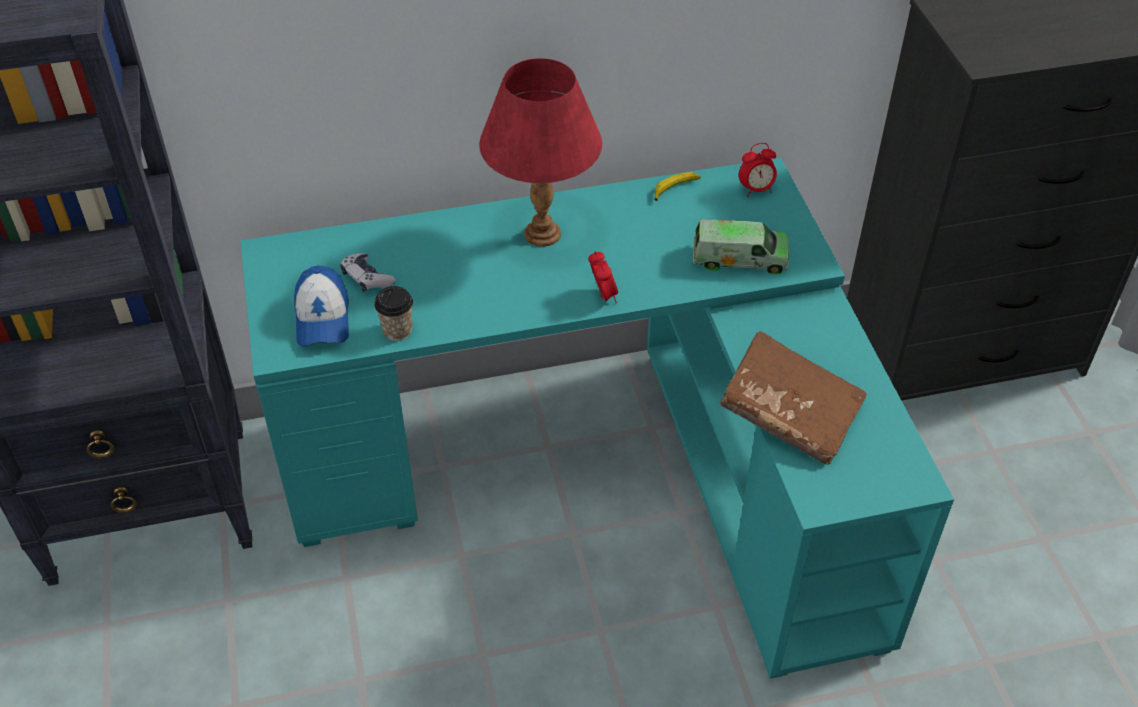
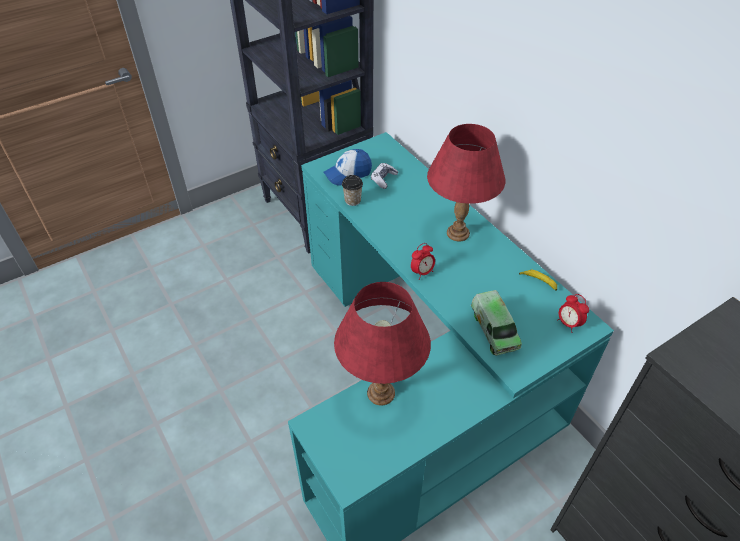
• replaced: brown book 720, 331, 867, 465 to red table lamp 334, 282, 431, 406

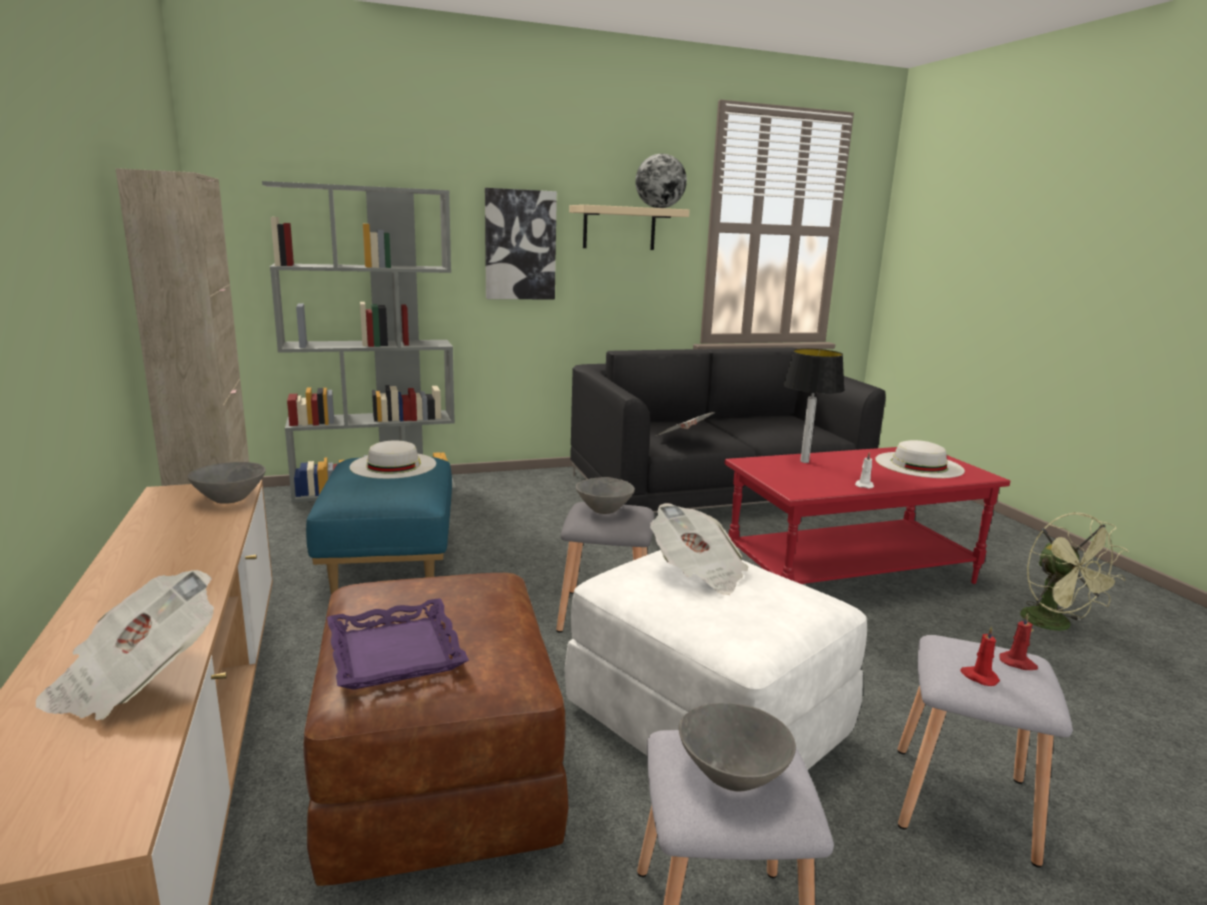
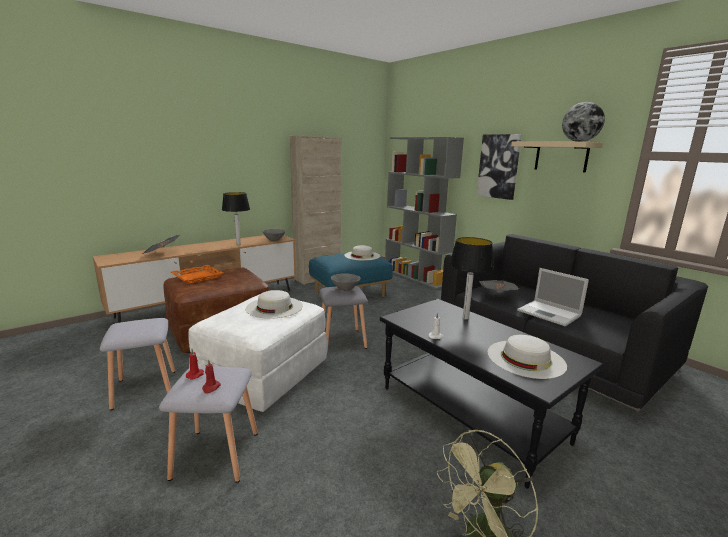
• removed: grey bowl 679, 703, 796, 792
• added: table lamp 222, 192, 250, 245
• added: laptop 517, 268, 589, 326
• replaced: newspaper 650, 503, 749, 595 to white hat 246, 290, 303, 319
• recoloured: purple tray 327, 598, 469, 690 to orange tray 171, 265, 223, 284
• recoloured: red coffee table 725, 447, 1010, 584 to black coffee table 380, 299, 604, 488

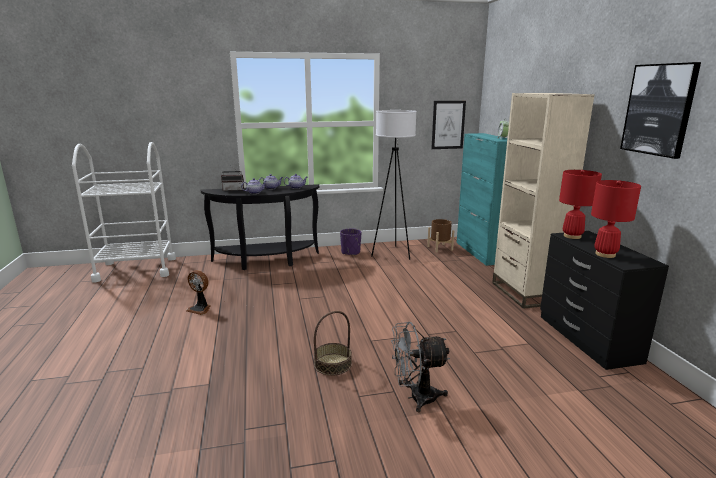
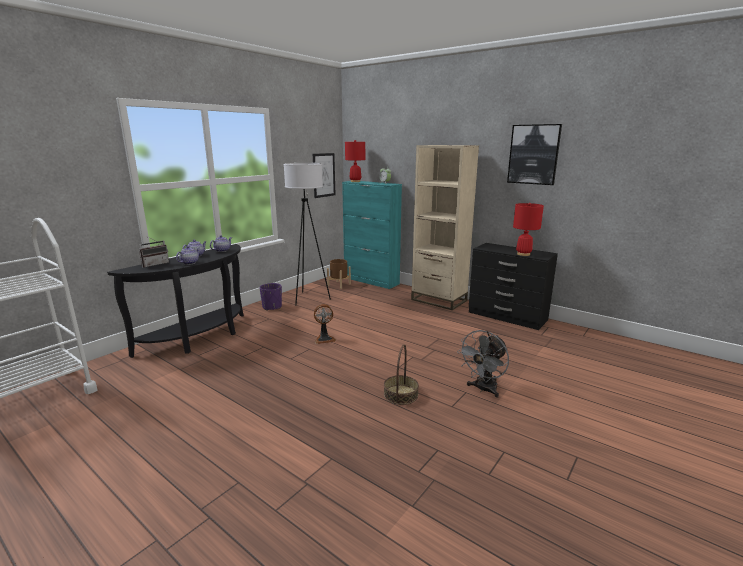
• moved: fan 186, 270, 211, 315 to 314, 304, 336, 344
• moved: red table lamp 559, 170, 602, 239 to 345, 140, 365, 182

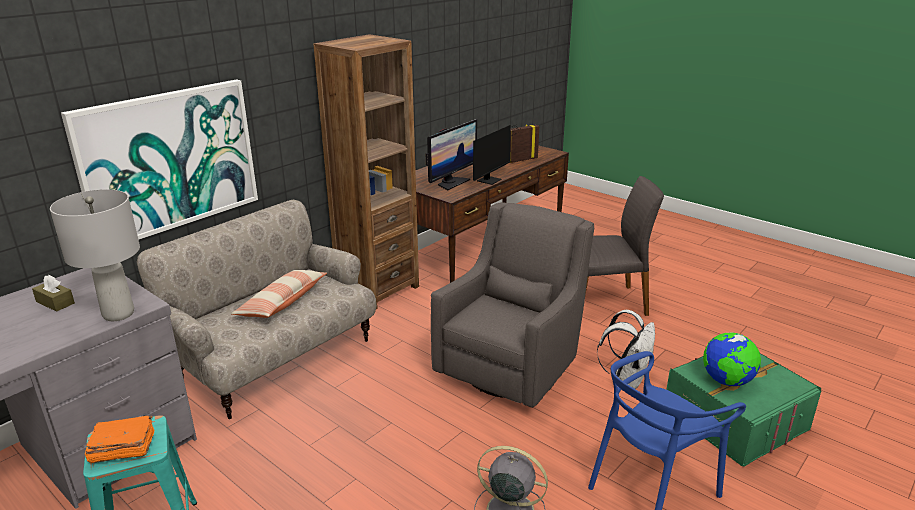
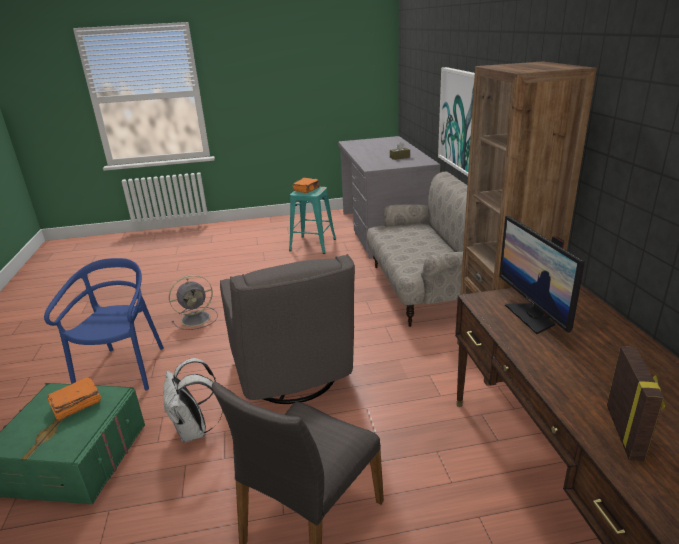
• removed: grey table lamp 50, 189, 140, 321
• removed: pillow 231, 270, 327, 318
• removed: monitor 473, 124, 521, 185
• replaced: globe 703, 333, 761, 386 to orange book 47, 377, 101, 421

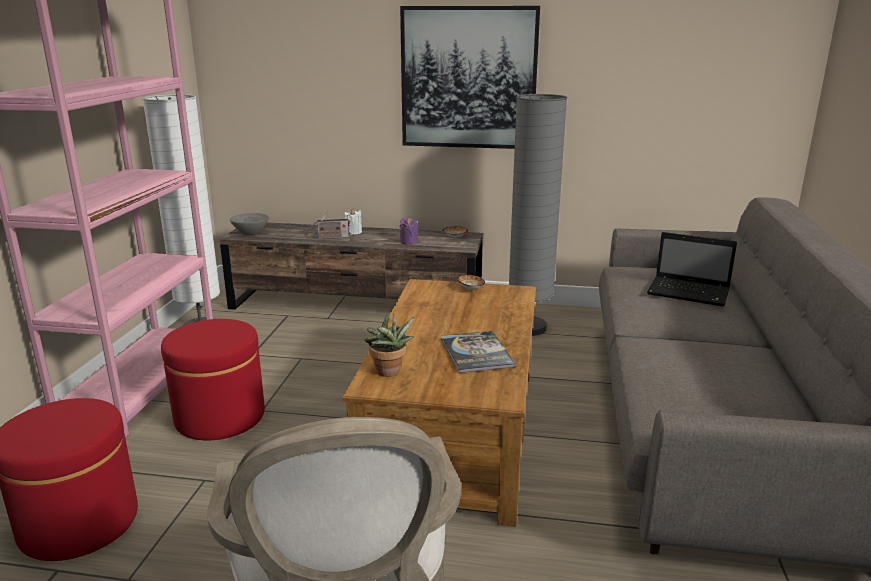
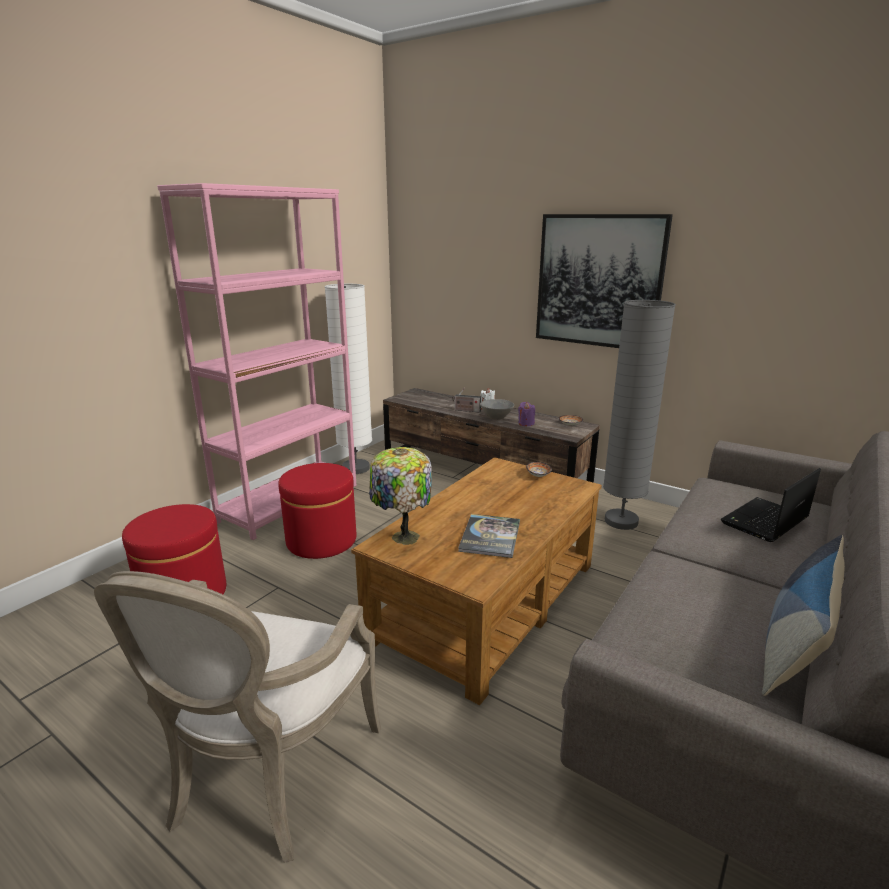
• added: pillow 762, 535, 845, 696
• moved: grey bowl 230, 213, 269, 235 to 480, 399, 514, 420
• replaced: potted plant 364, 313, 414, 377 to table lamp 369, 447, 432, 545
• turned: laptop 647, 232, 737, 307 = 721, 468, 821, 542 90 degrees clockwise

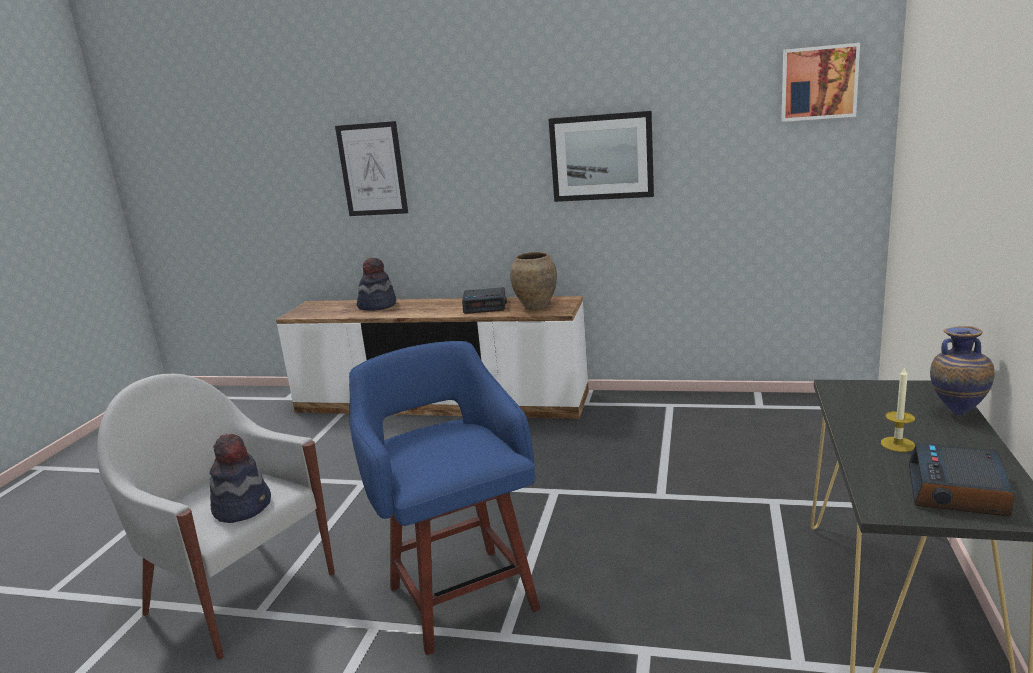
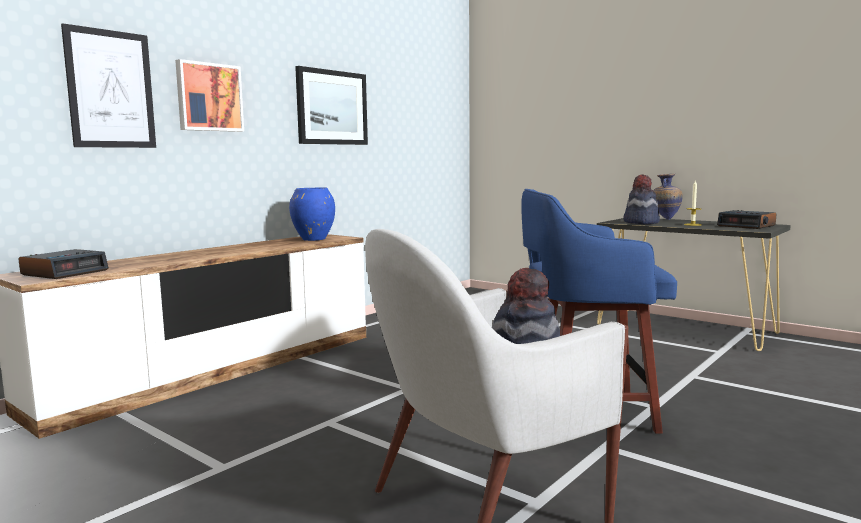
• moved: hat 357, 258, 396, 311 to 624, 175, 660, 224
• moved: alarm clock 462, 287, 507, 314 to 18, 249, 109, 279
• moved: picture 781, 43, 860, 122 to 175, 59, 244, 132
• recoloured: brown vase 510, 252, 557, 310 to blue vase 289, 187, 335, 241

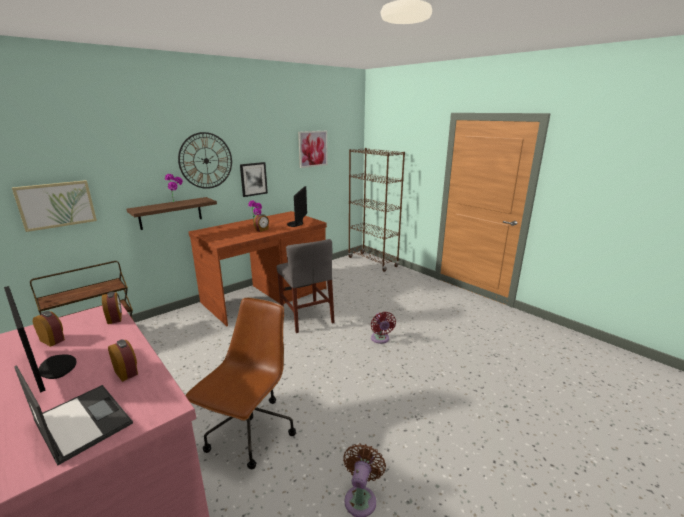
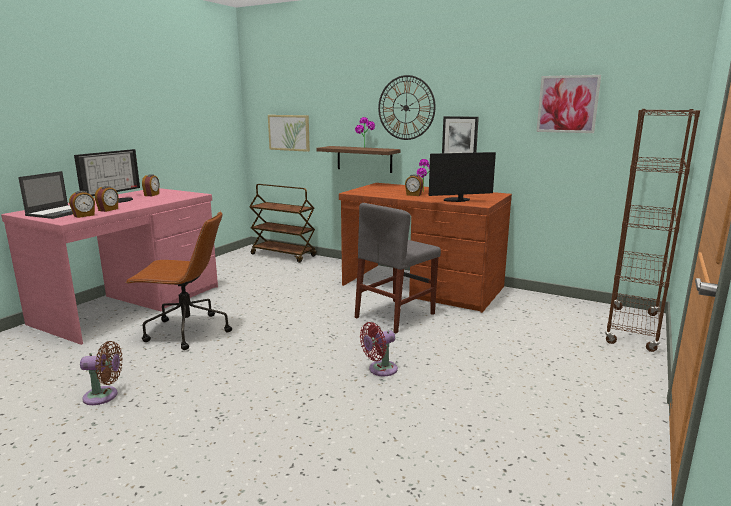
• moved: alarm clock 102, 292, 122, 324 to 69, 191, 95, 218

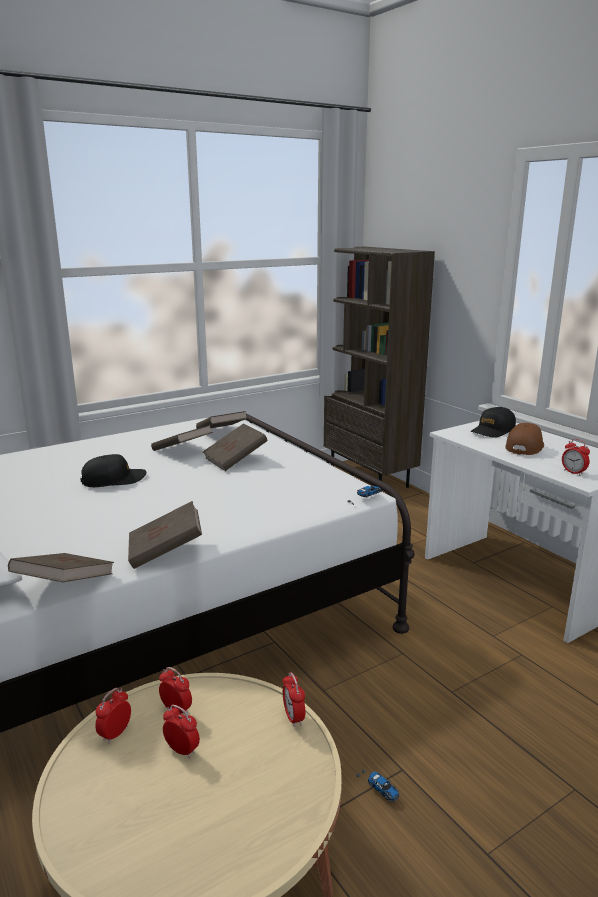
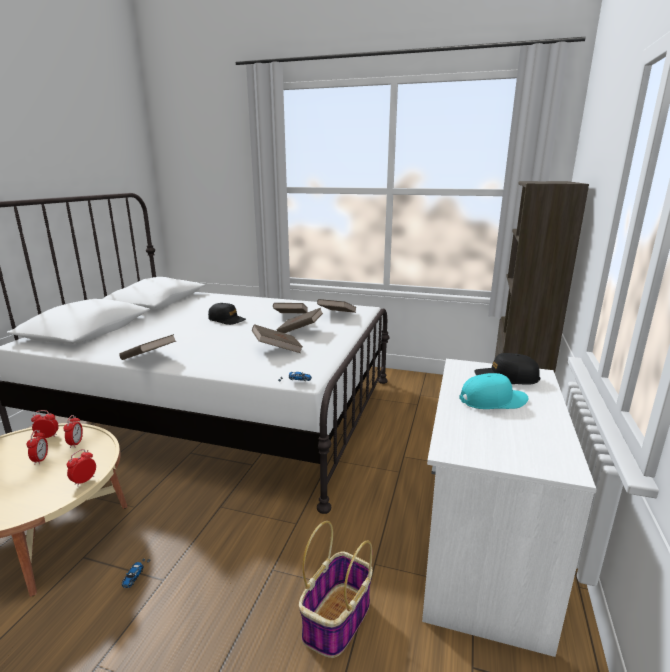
• removed: alarm clock 562, 439, 590, 476
• added: basket 299, 521, 373, 658
• moved: brown book 8, 553, 114, 582 to 252, 324, 303, 353
• recoloured: brown cap 505, 423, 544, 455 to turquoise cap 459, 373, 529, 409

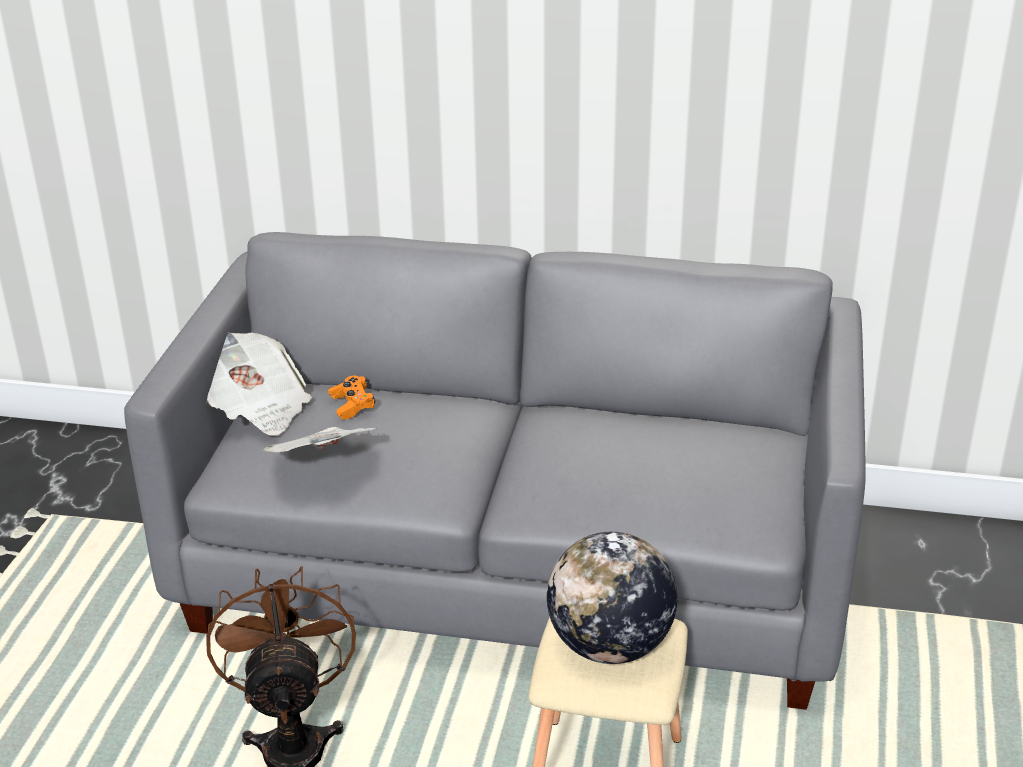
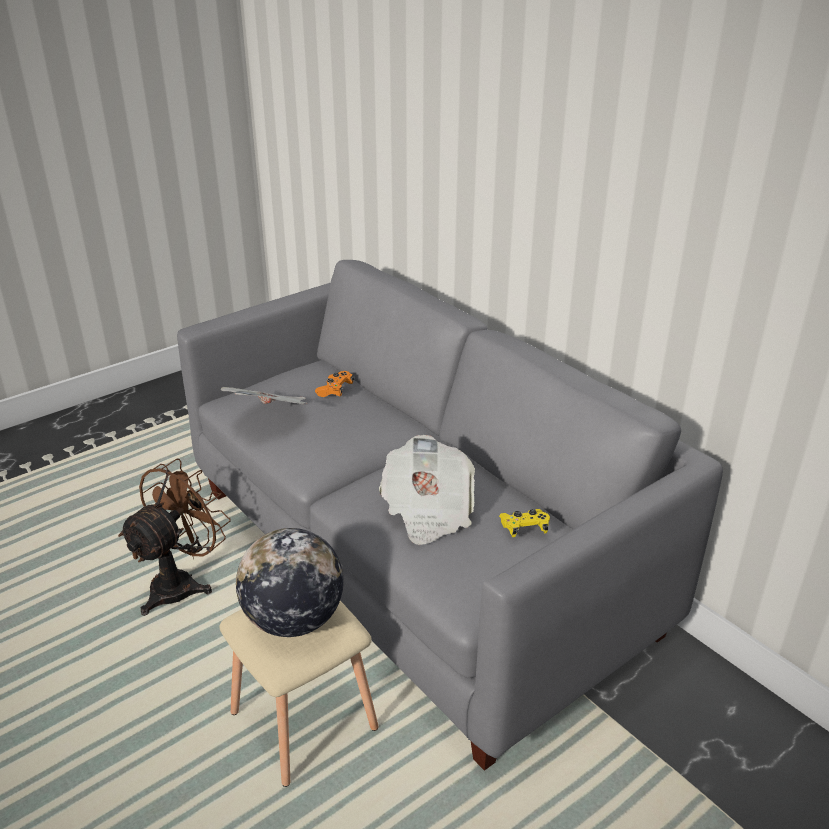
• added: yellow game controller 499, 509, 550, 537
• moved: newspaper 206, 333, 312, 436 to 379, 435, 475, 545

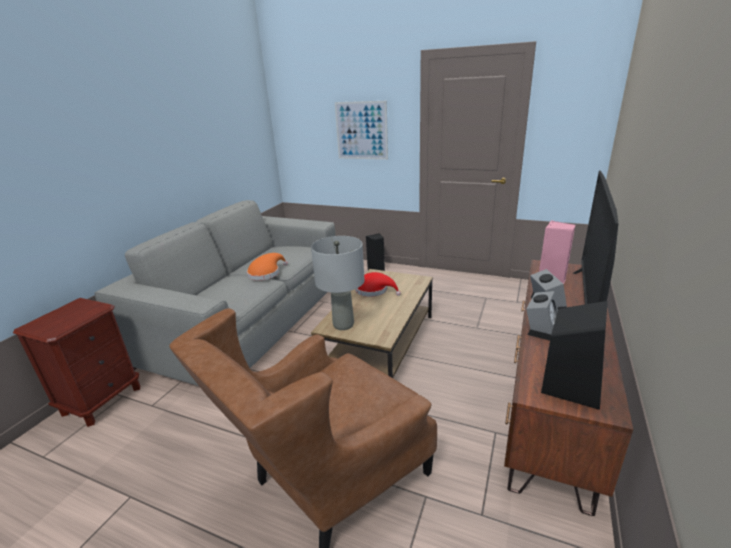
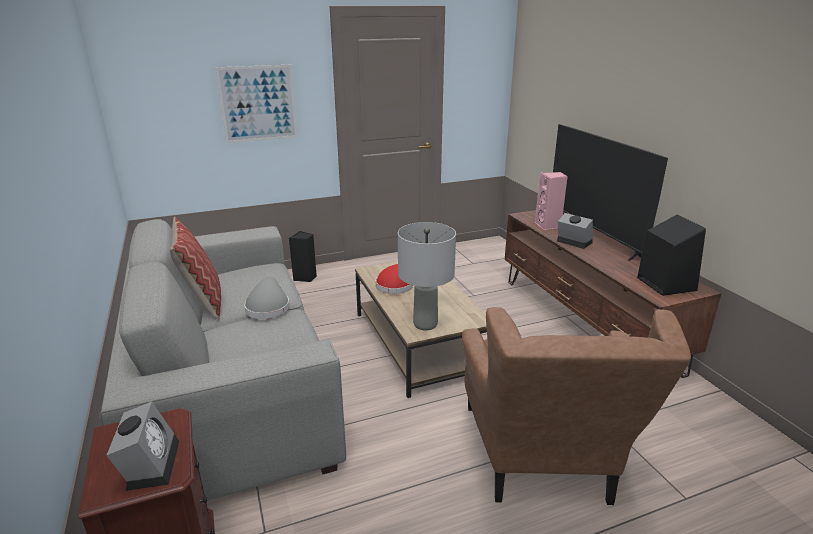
• added: pillow 170, 217, 221, 320
• moved: alarm clock 526, 291, 558, 341 to 106, 401, 179, 491
• recoloured: orange hat 247, 253, 288, 280 to grey hat 244, 277, 290, 319

